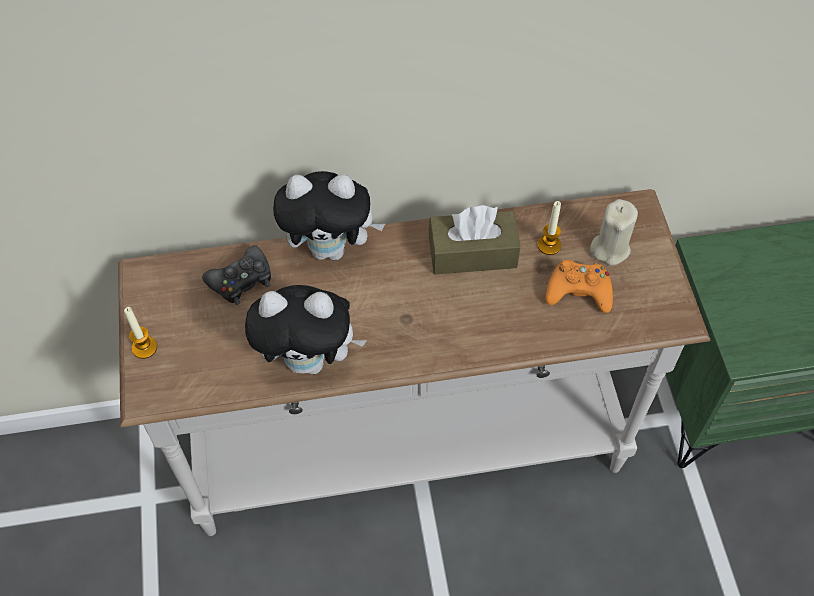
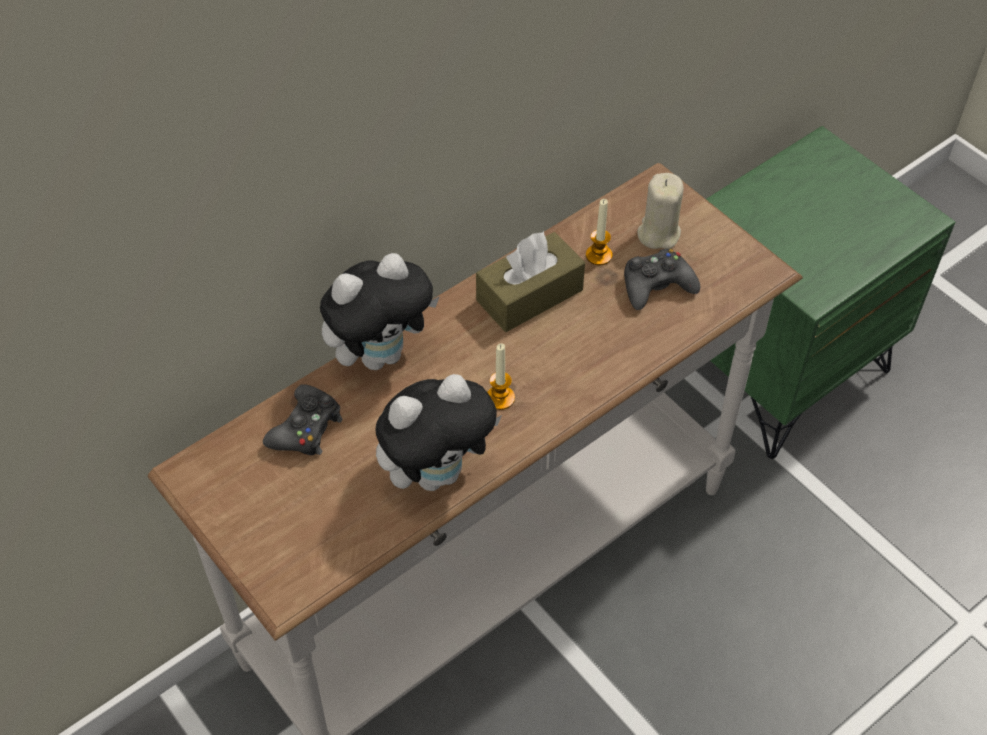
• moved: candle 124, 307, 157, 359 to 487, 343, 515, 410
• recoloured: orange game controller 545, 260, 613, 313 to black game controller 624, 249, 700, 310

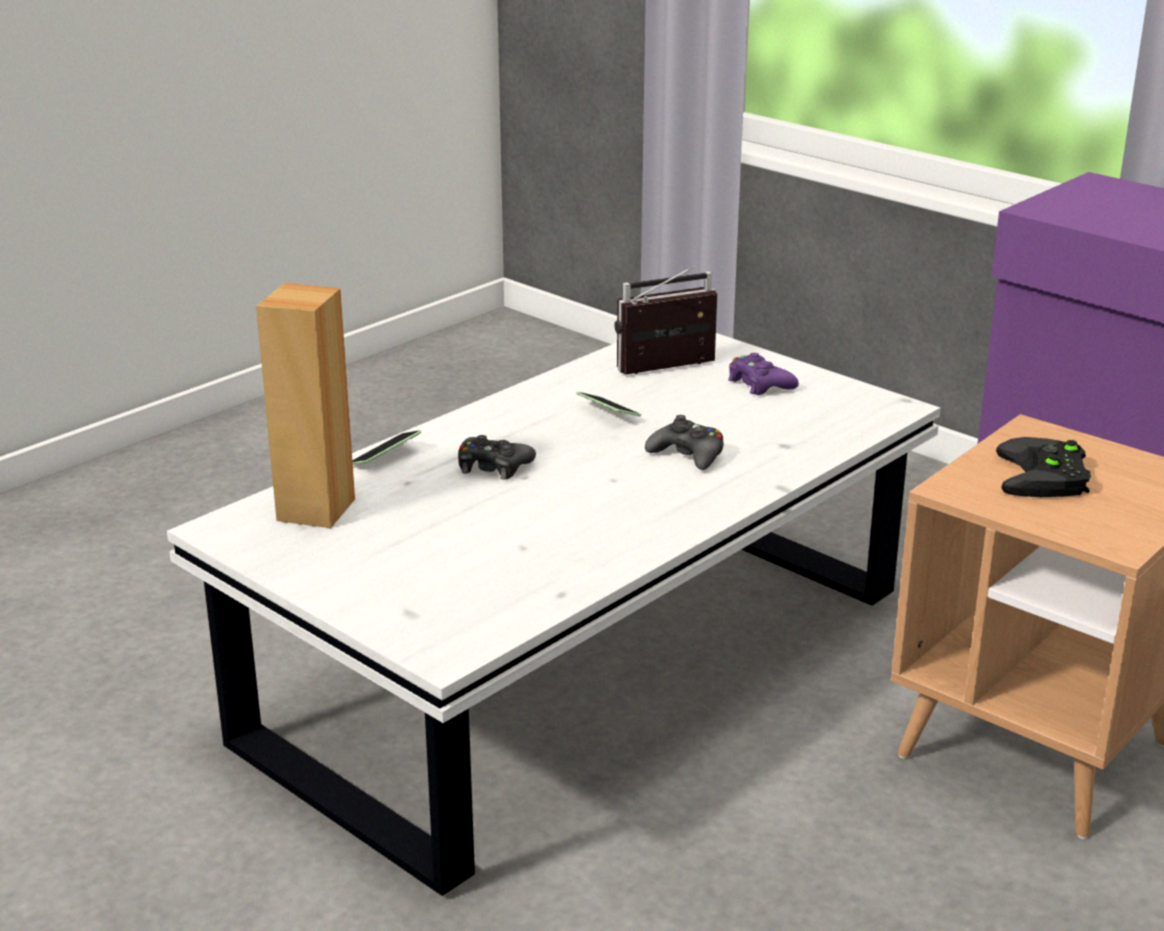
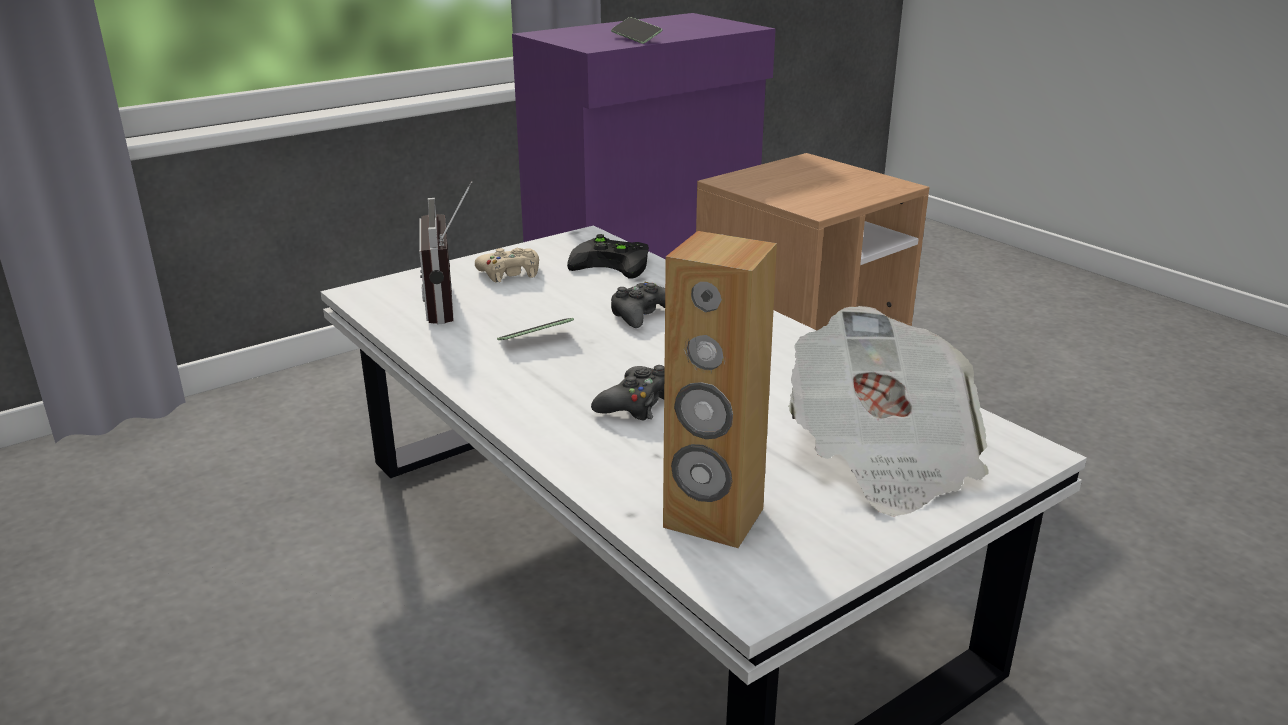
• added: newspaper 788, 306, 989, 517
• moved: phone 352, 430, 421, 465 to 611, 17, 662, 44
• moved: black game controller 996, 437, 1091, 497 to 567, 234, 649, 278
• recoloured: purple game controller 728, 353, 799, 395 to beige game controller 475, 248, 539, 283

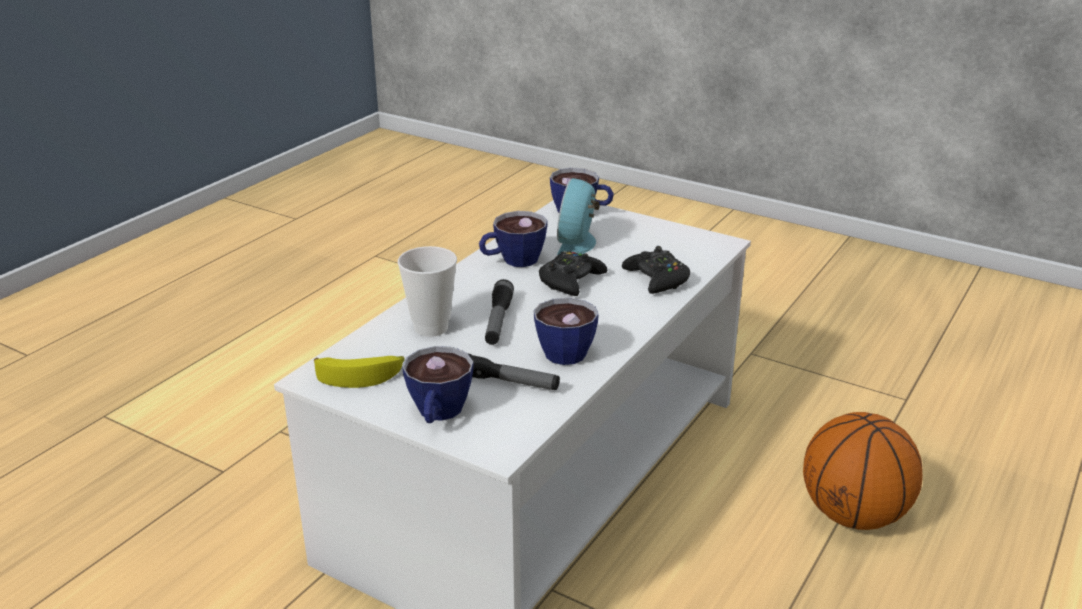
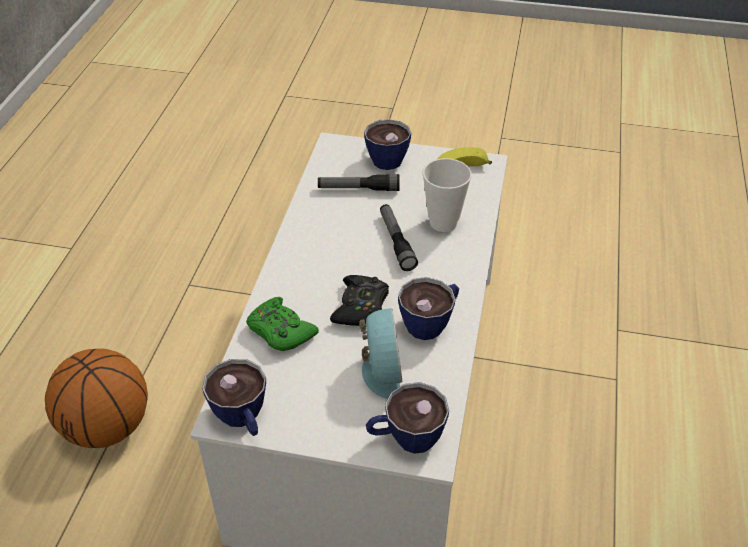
• moved: cup 534, 298, 599, 365 to 202, 359, 266, 436
• recoloured: black game controller 622, 246, 690, 294 to green game controller 246, 297, 319, 351

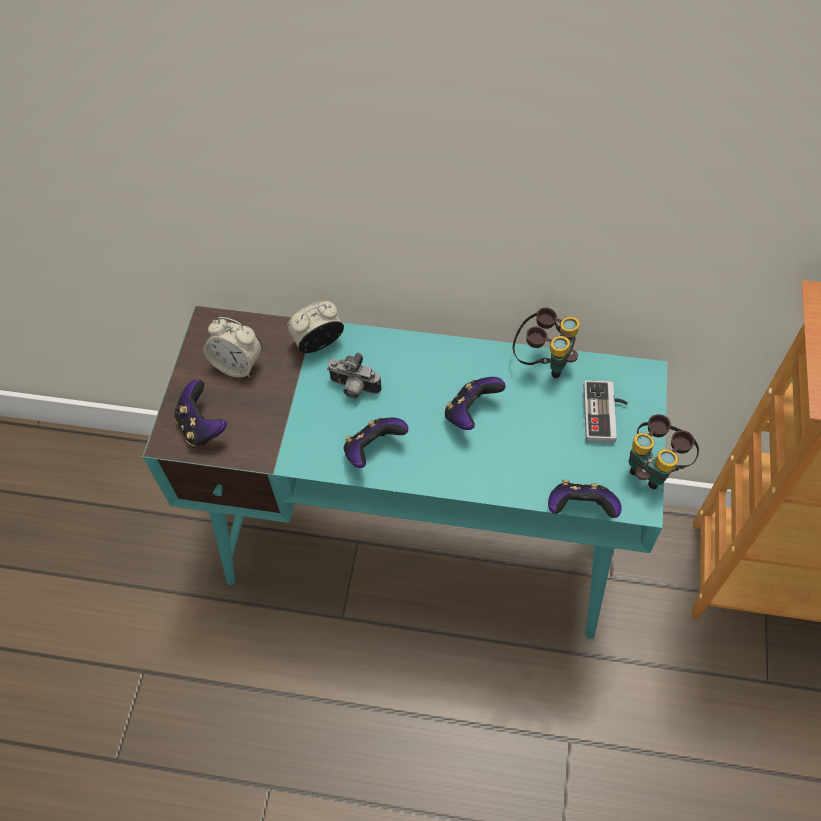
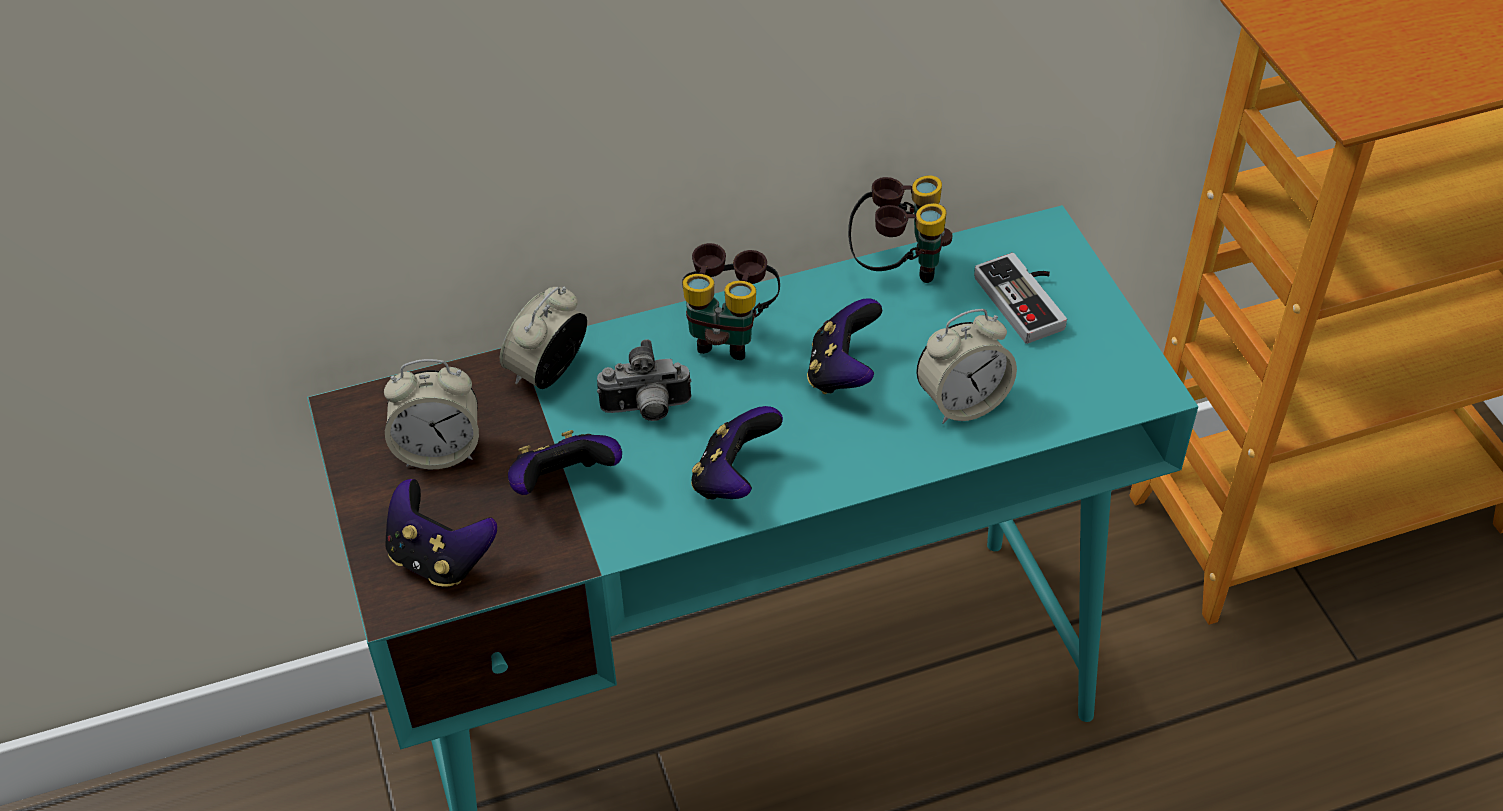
• added: alarm clock 916, 309, 1017, 424
• moved: game controller 548, 480, 622, 518 to 508, 430, 622, 495
• moved: binoculars 629, 414, 699, 489 to 682, 243, 780, 360

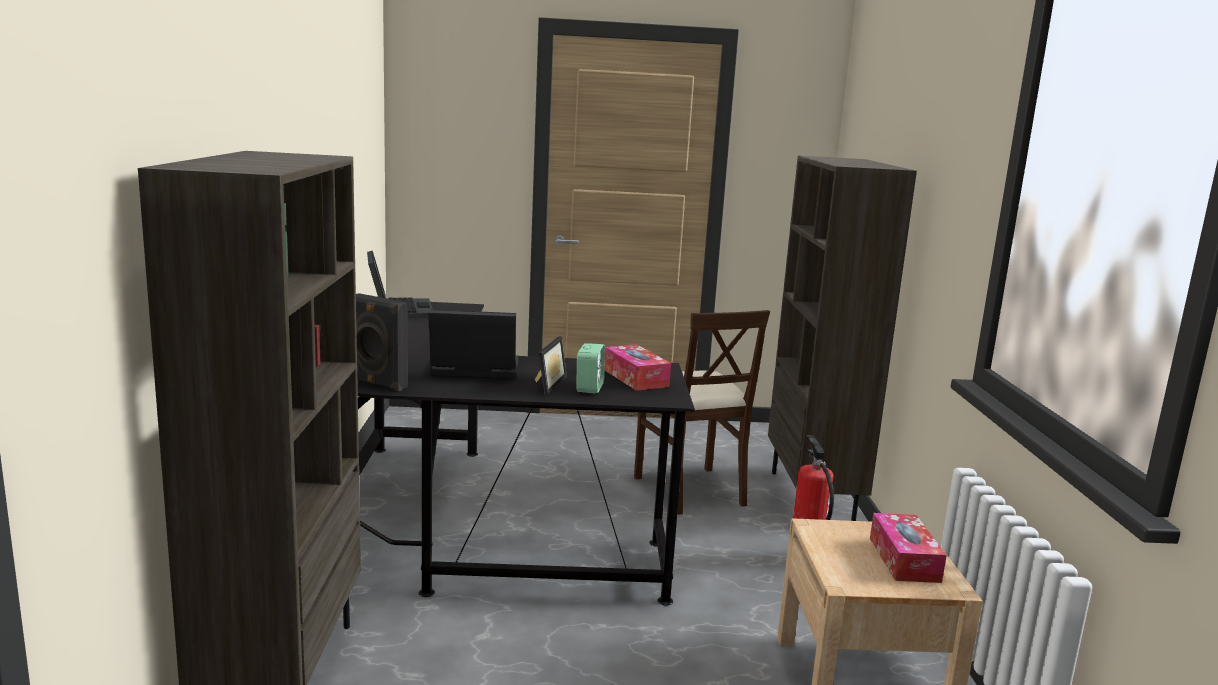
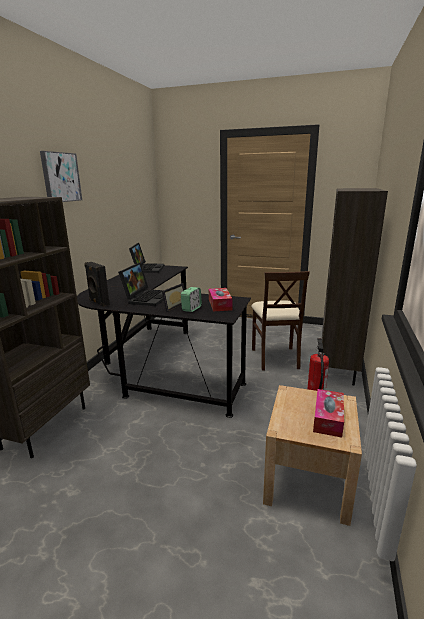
• added: picture 40, 151, 82, 202
• turned: laptop 428, 309, 518, 379 = 118, 263, 164, 306 90 degrees clockwise

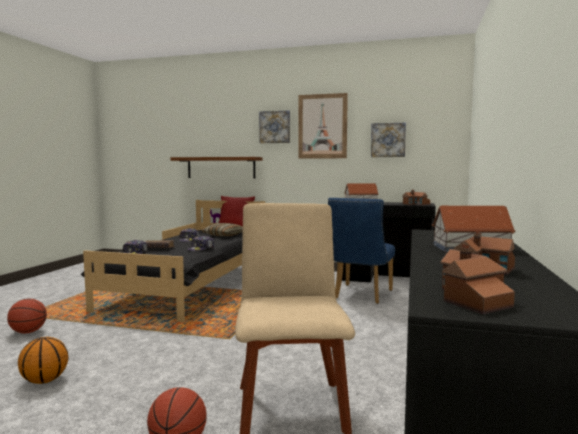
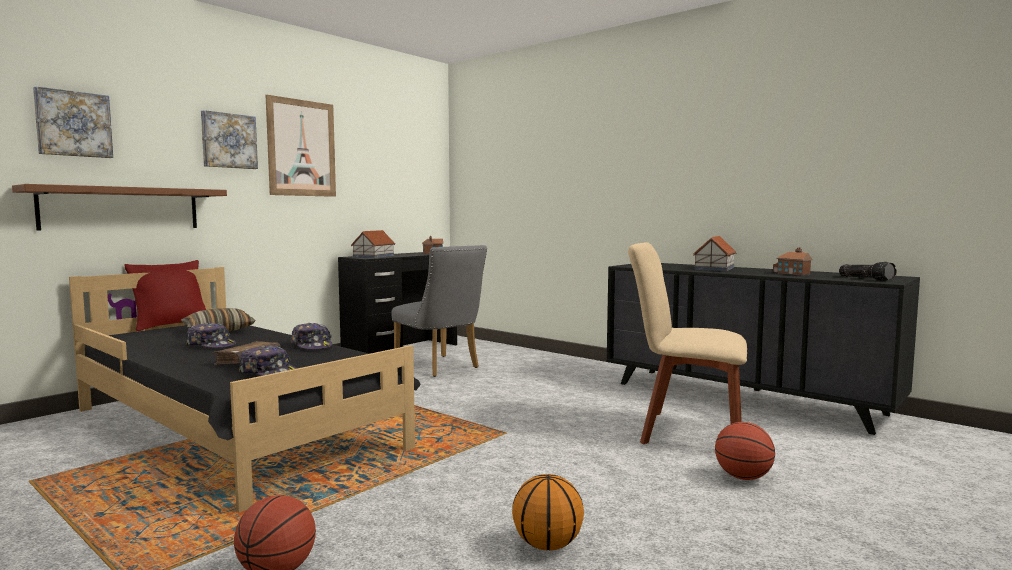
• moved: picture 371, 123, 406, 157 to 33, 86, 113, 158
• replaced: toy house 440, 245, 515, 314 to flashlight 839, 262, 897, 281
• recoloured: blue chair 328, 198, 395, 304 to grey chair 391, 245, 487, 377

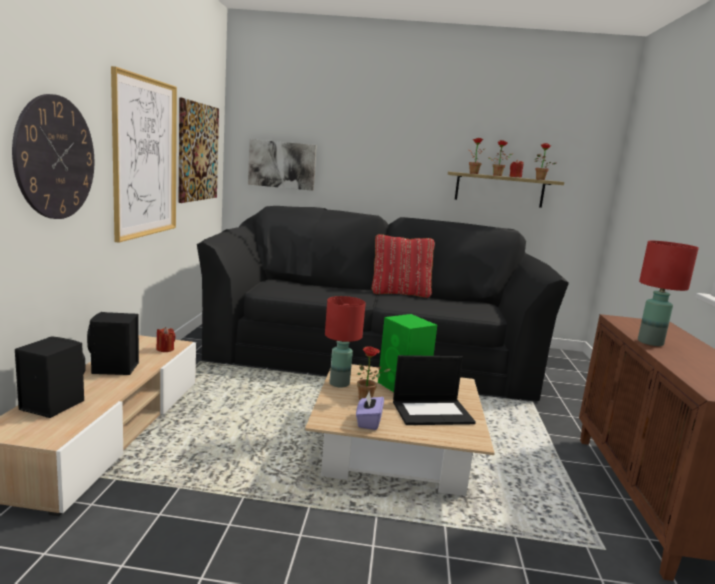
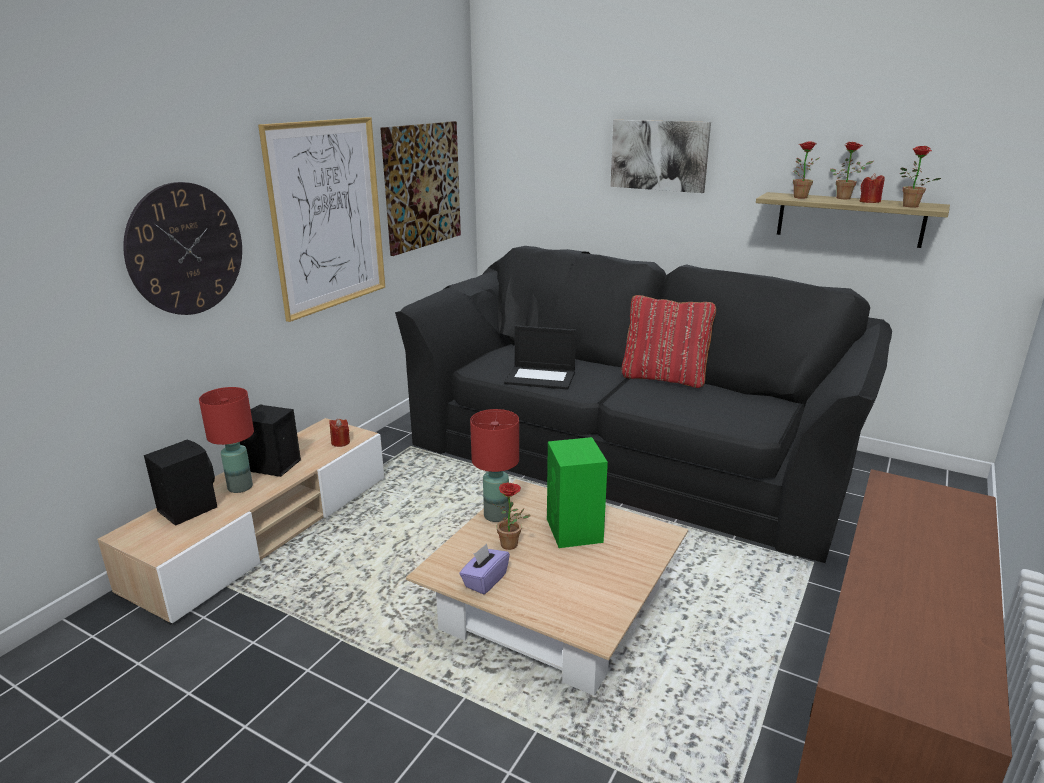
• moved: picture 248, 139, 317, 191 to 610, 120, 711, 193
• moved: laptop 393, 355, 476, 425 to 504, 325, 576, 390
• moved: red table lamp 638, 241, 699, 346 to 199, 387, 254, 493

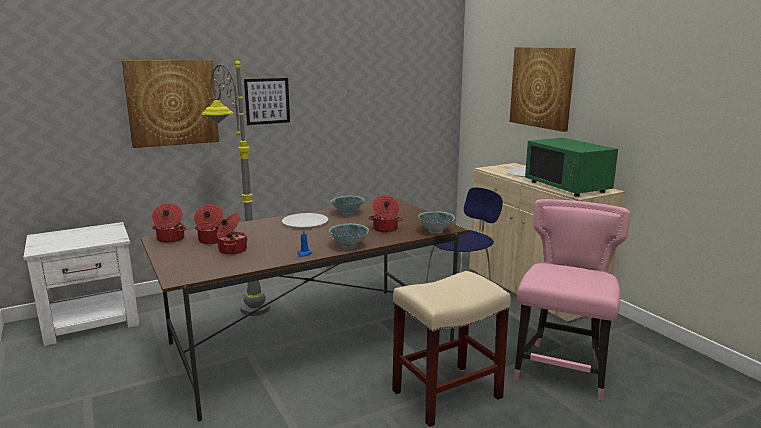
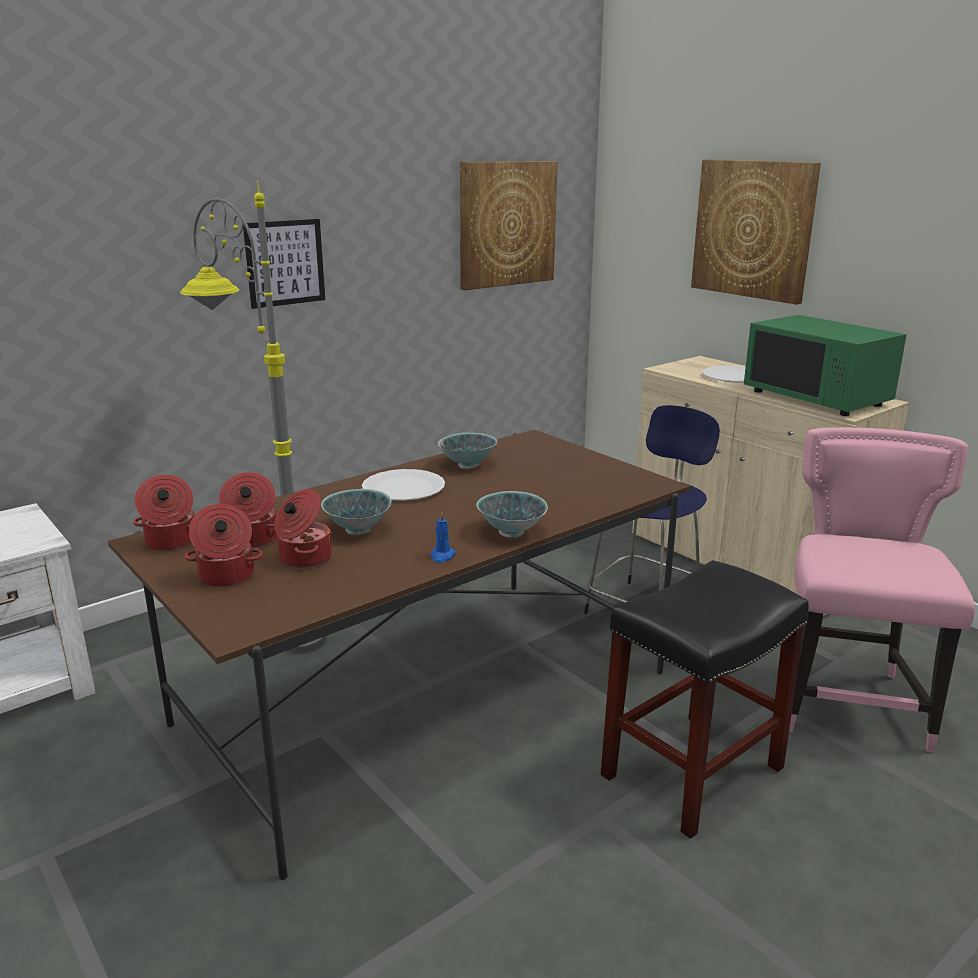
• moved: picture 122, 60, 219, 148 to 460, 161, 558, 290
• moved: cooking pot 368, 195, 403, 233 to 185, 504, 263, 587
• moved: bowl 418, 211, 455, 234 to 321, 489, 391, 535
• recoloured: beige stool 392, 271, 511, 428 to black stool 601, 560, 809, 839

